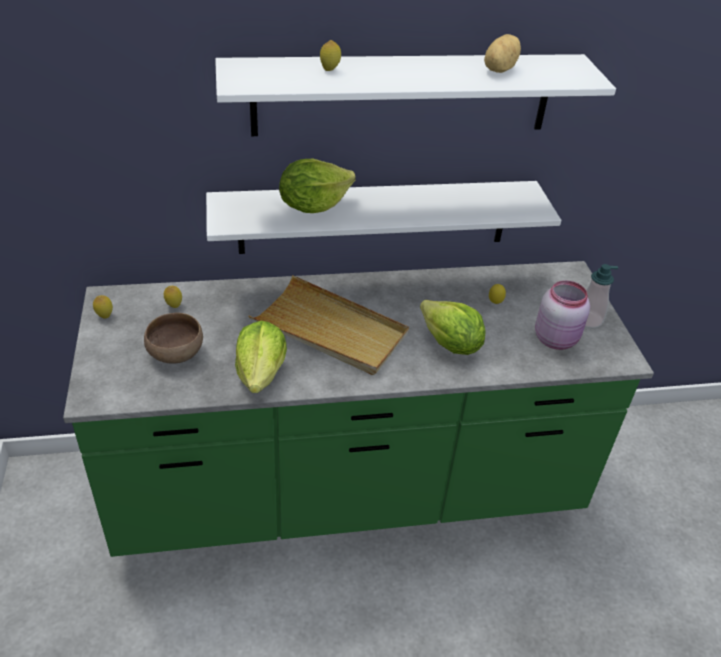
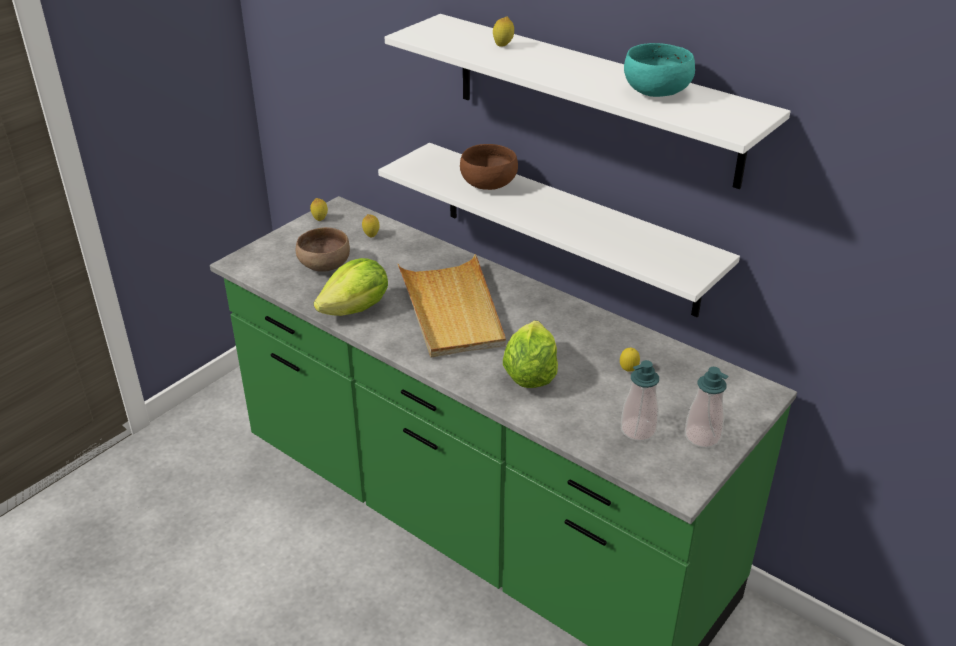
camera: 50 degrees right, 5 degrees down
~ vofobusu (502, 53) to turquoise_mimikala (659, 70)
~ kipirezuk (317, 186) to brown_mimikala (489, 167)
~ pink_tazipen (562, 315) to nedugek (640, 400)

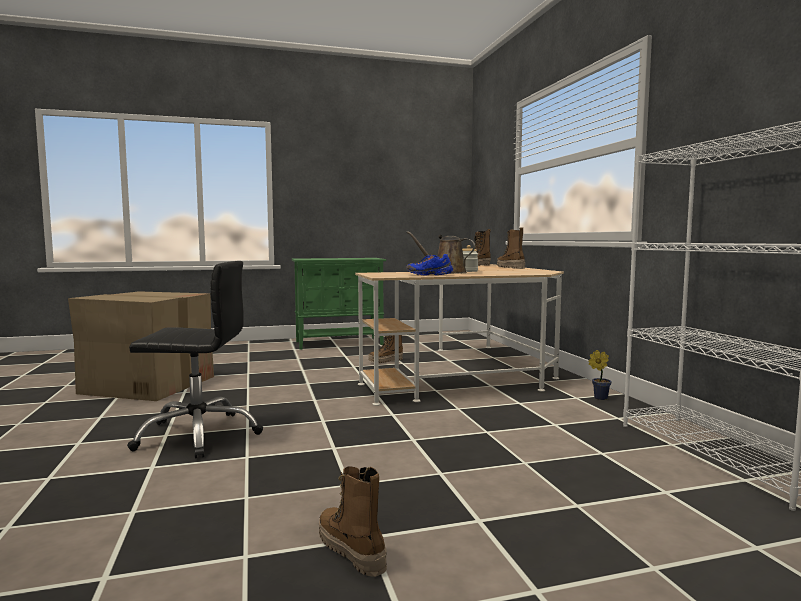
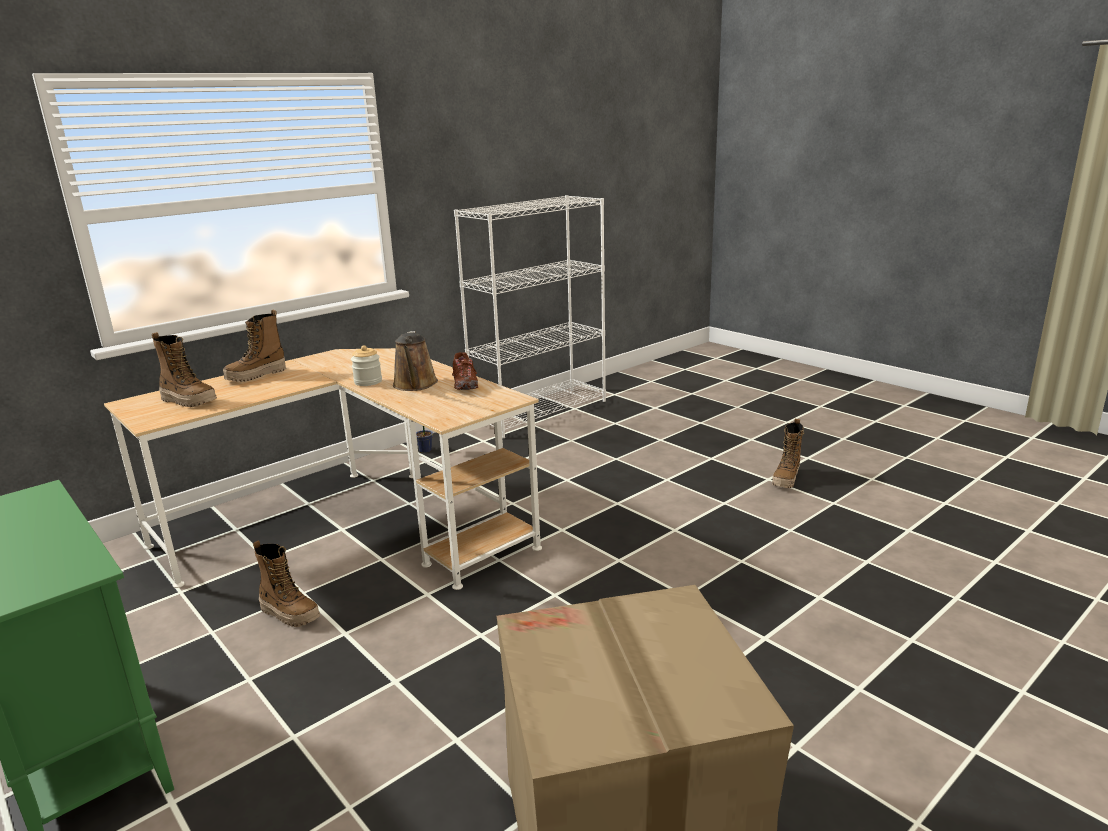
camera: 115 degrees left, 15 degrees up
~ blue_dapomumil (429, 265) to brown_dapomumil (465, 371)
- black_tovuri (195, 360)

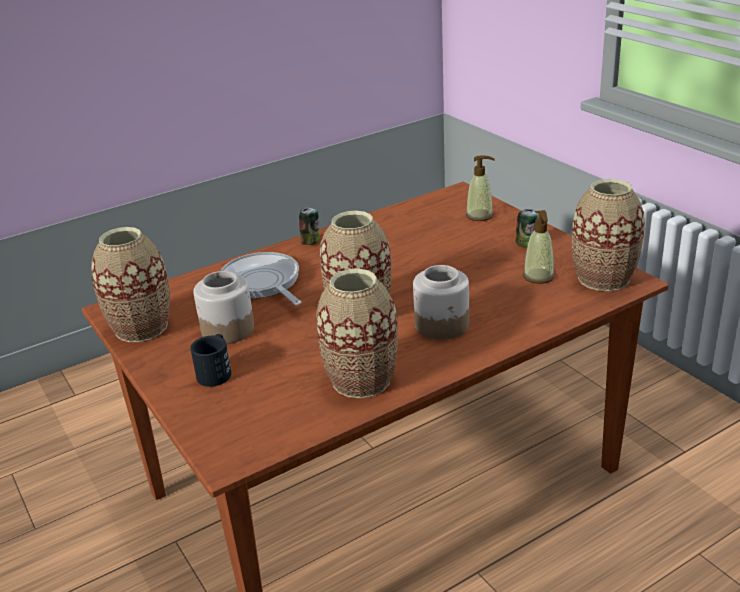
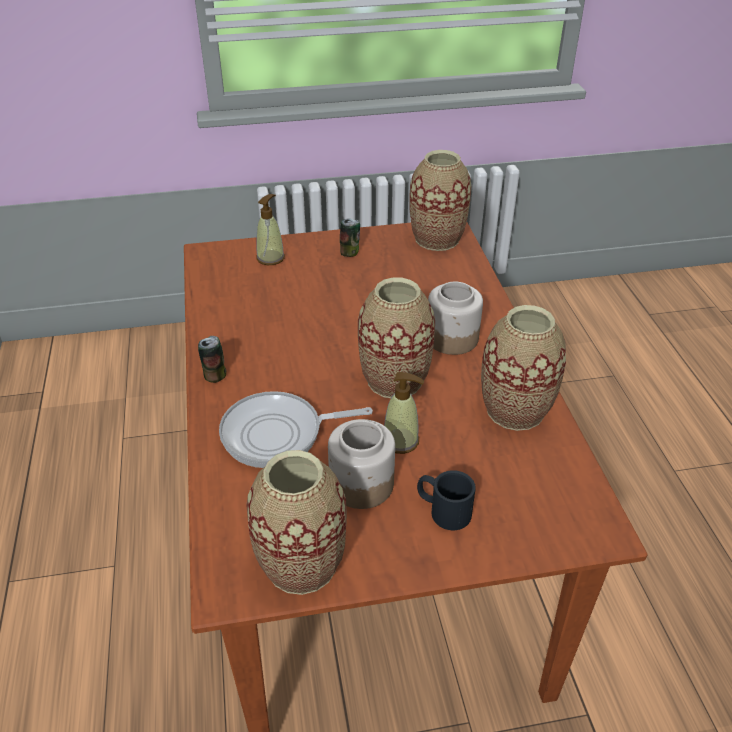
camera: 70 degrees left, 10 degrees up
~ nedugek (539, 247) to (404, 413)

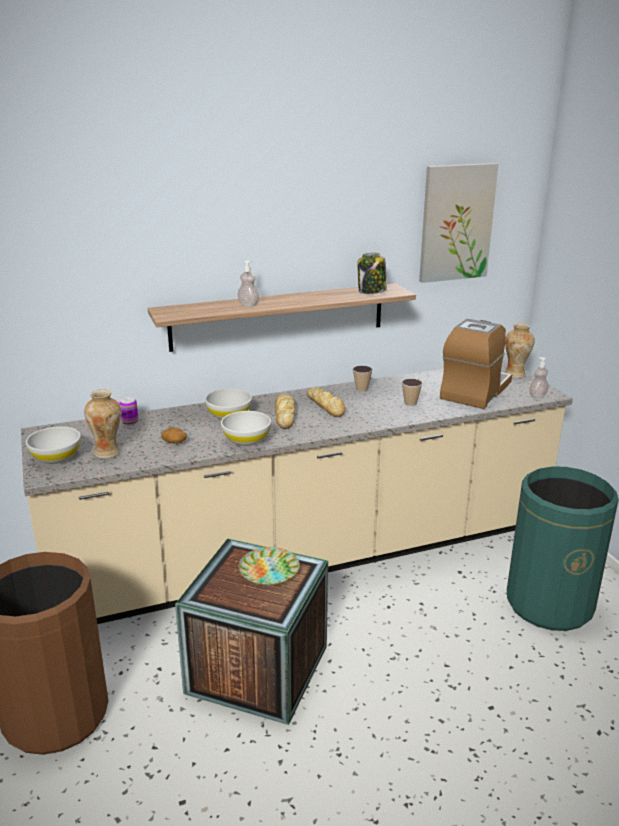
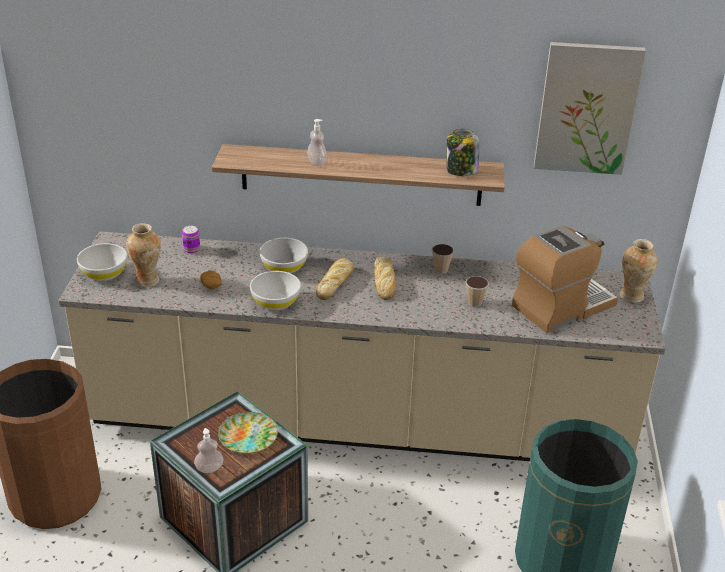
camera: 25 degrees right, 10 degrees up
~ nedugek (538, 377) to (208, 450)

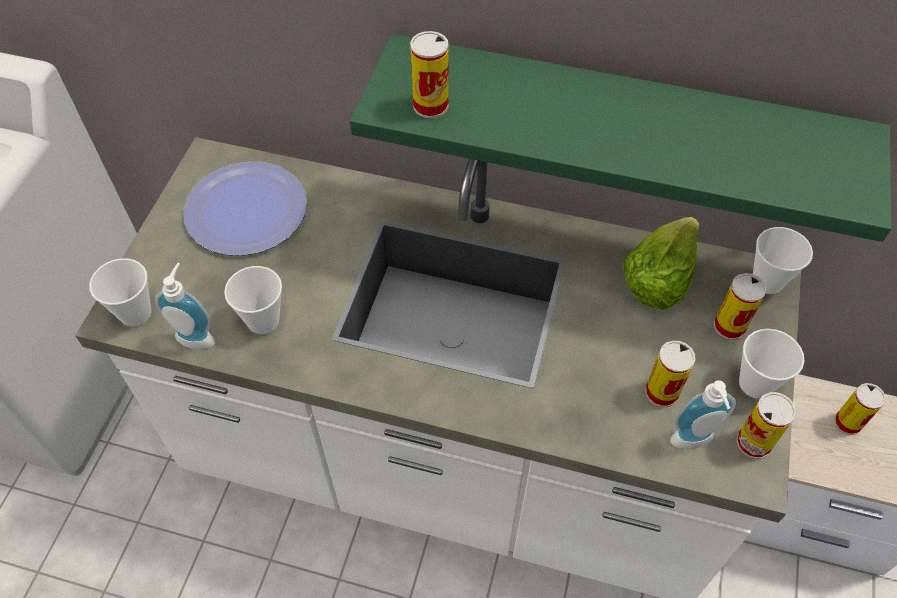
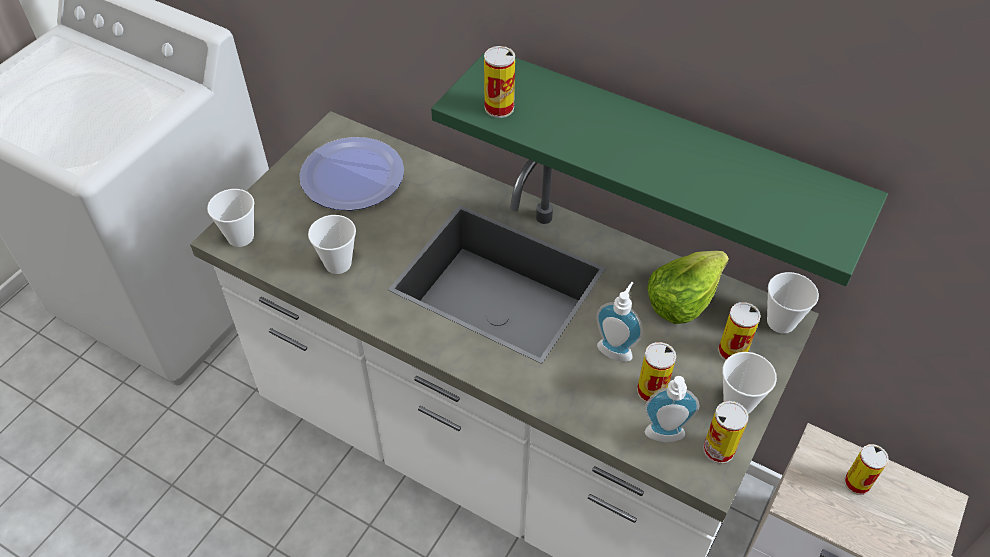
camera: 15 degrees right, 5 degrees down
~ nedugek (185, 306) to (619, 322)

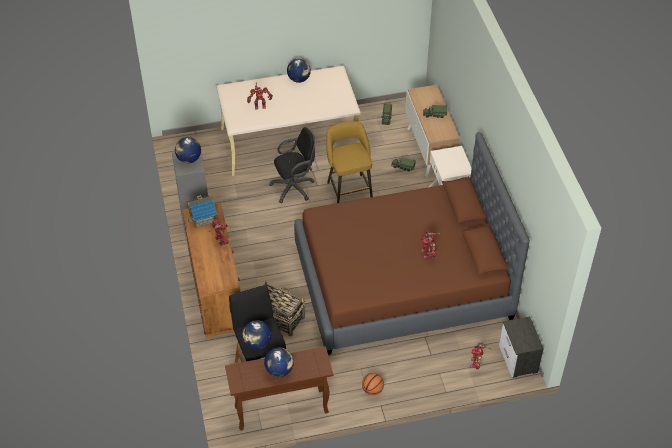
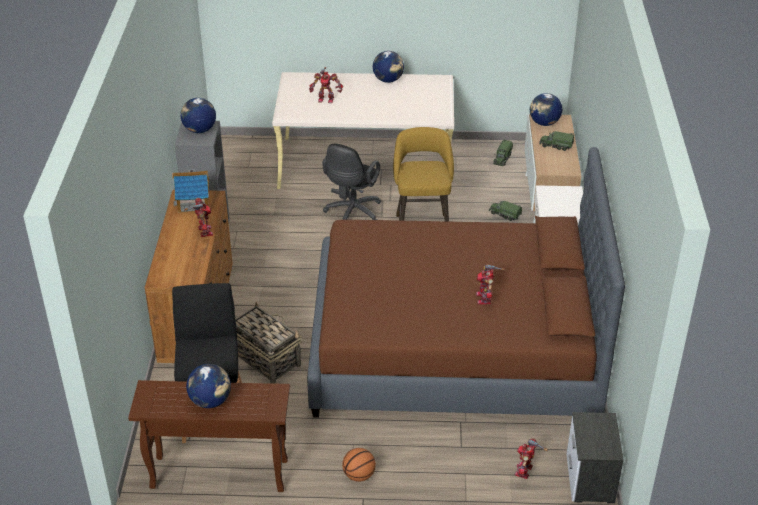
camera: 15 degrees right, 10 degrees down
~ black_tovuri (292, 165) = (351, 182) 120 degrees clockwise
~ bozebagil (256, 334) to (546, 109)

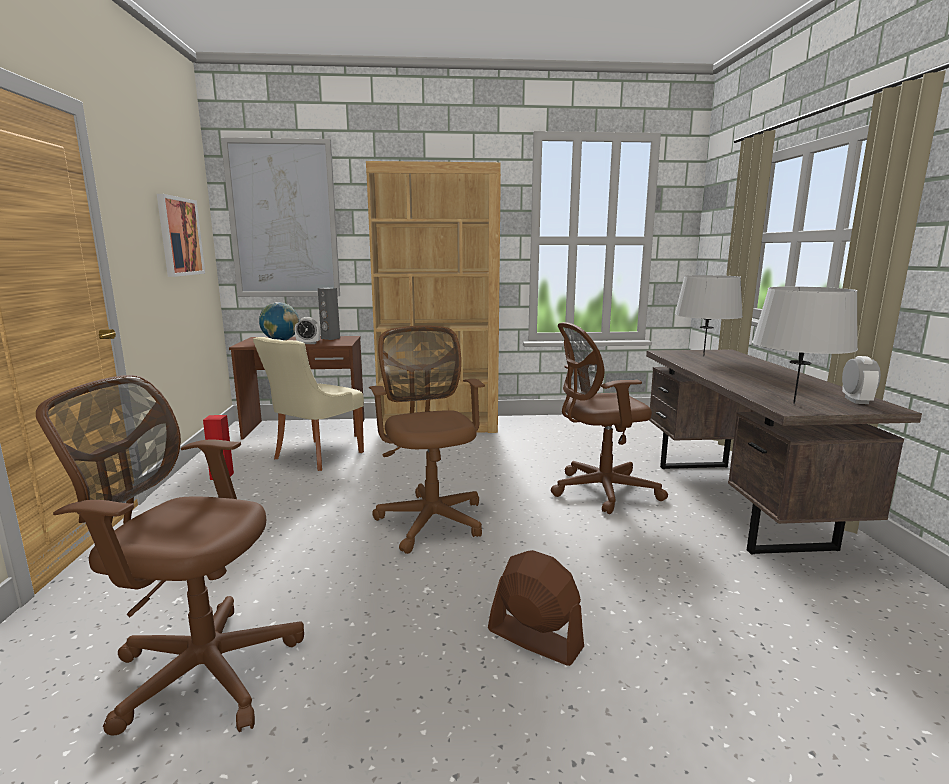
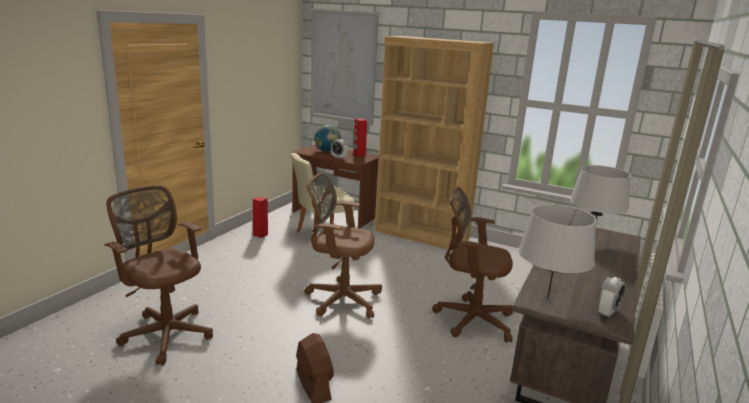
camera: 30 degrees right, 5 degrees up
- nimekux (181, 235)
~ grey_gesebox (329, 314) to red_gesebox (360, 138)
~ brown_tovuri (427, 439) = (343, 245) 90 degrees counterclockwise

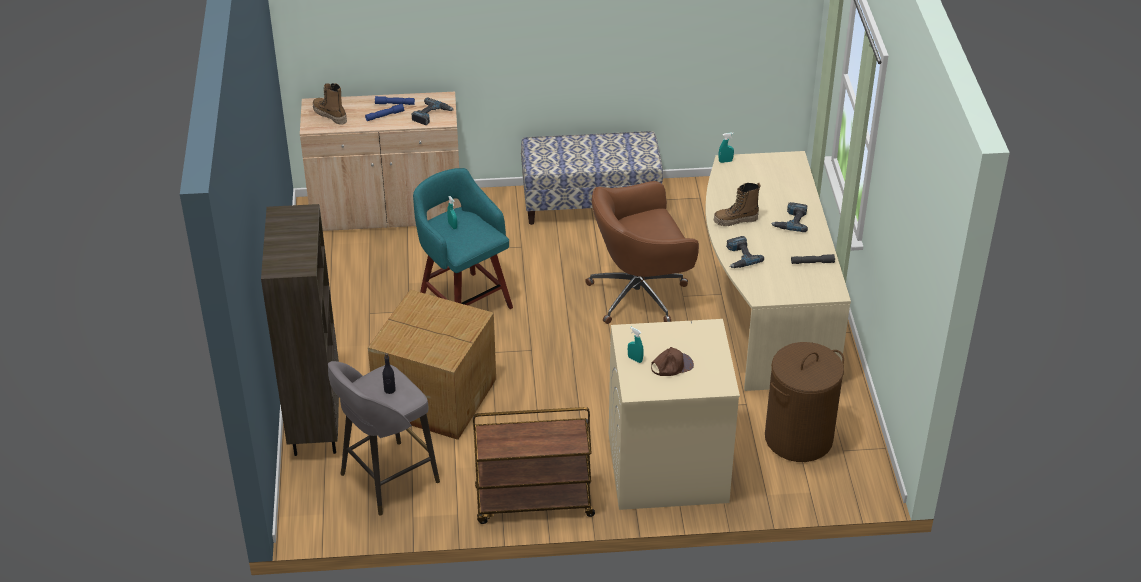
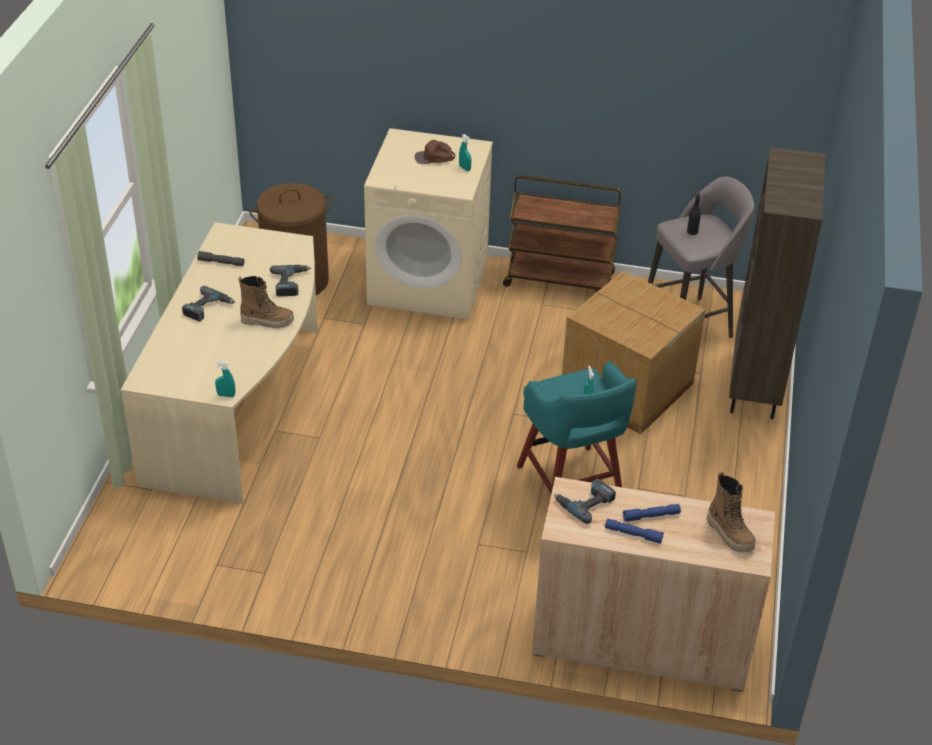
camera: 165 degrees left, 0 degrees up
- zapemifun (592, 178)
- brown_tovuri (642, 252)

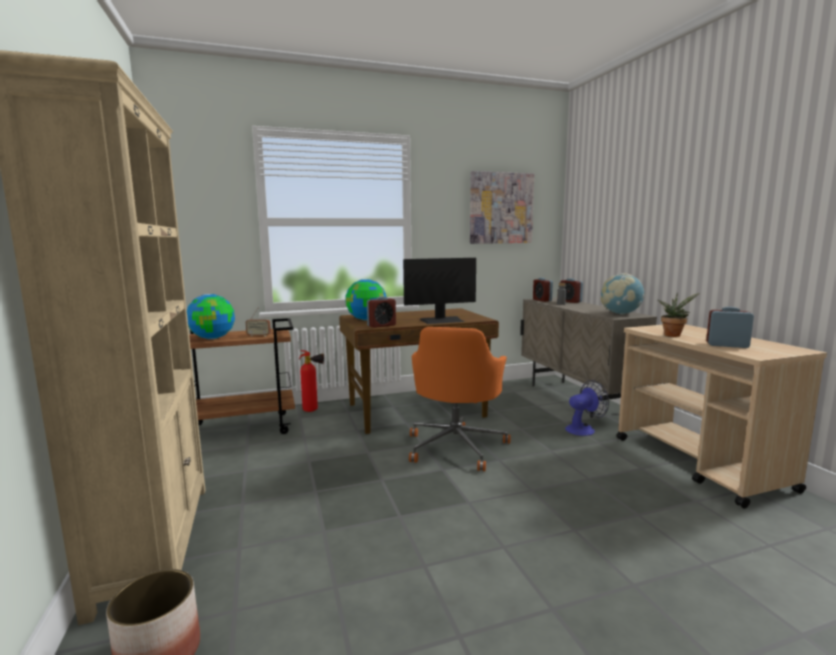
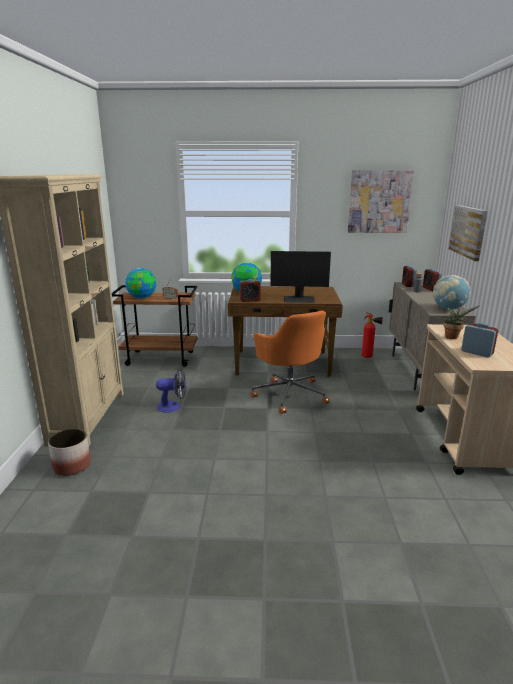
camera: 20 degrees right, 10 degrees up
~ orange_tovuri (460, 399) = (290, 362) 60 degrees counterclockwise
~ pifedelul (311, 381) to (372, 335)
~ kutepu (587, 408) to (171, 390)
+ nimekux (468, 233)

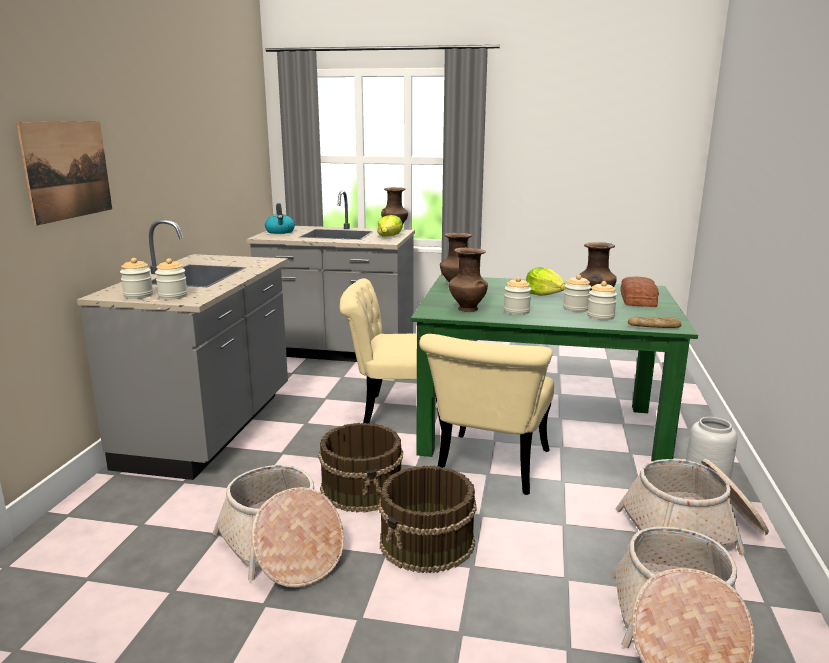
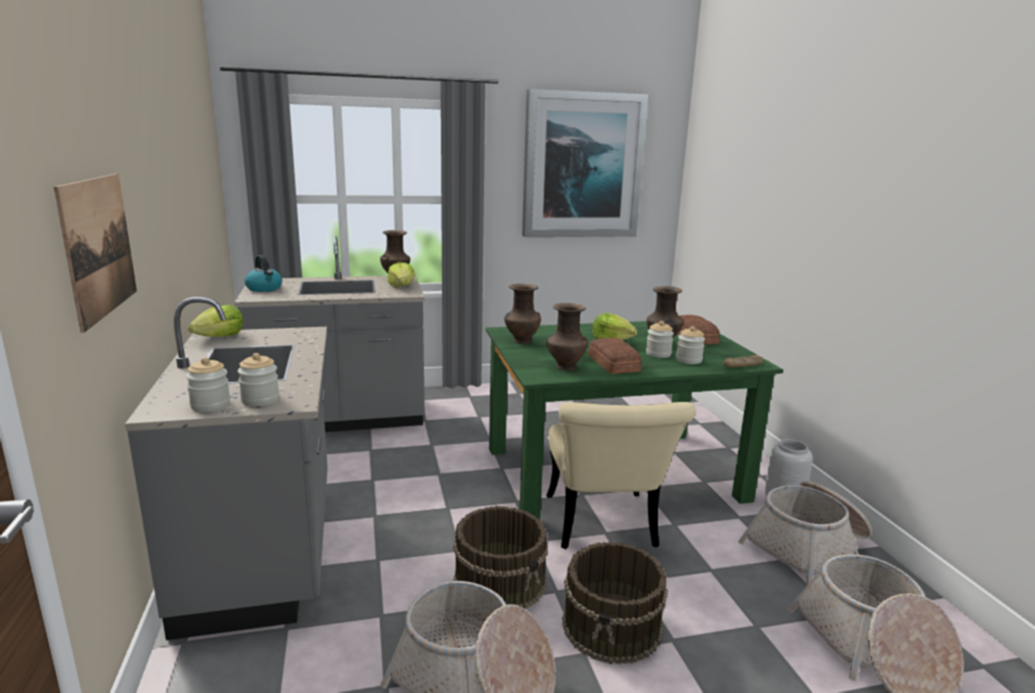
camera: 25 degrees left, 0 degrees up
~ tazipen (517, 296) to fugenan (615, 356)
- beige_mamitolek (390, 352)
+ nimekux (585, 163)
+ kipirezuk (215, 321)

